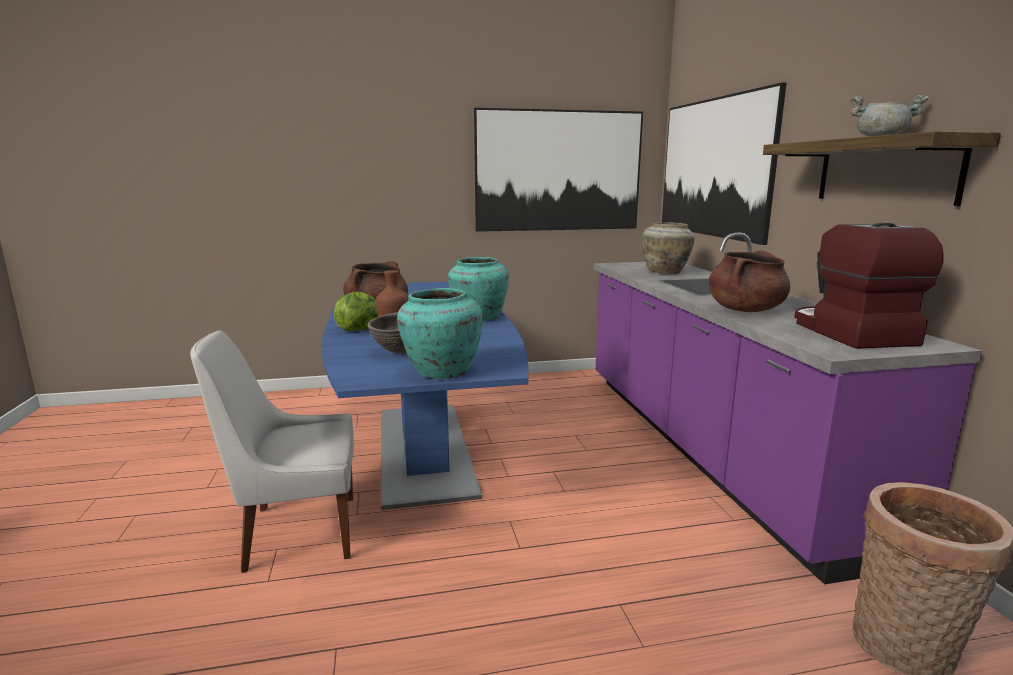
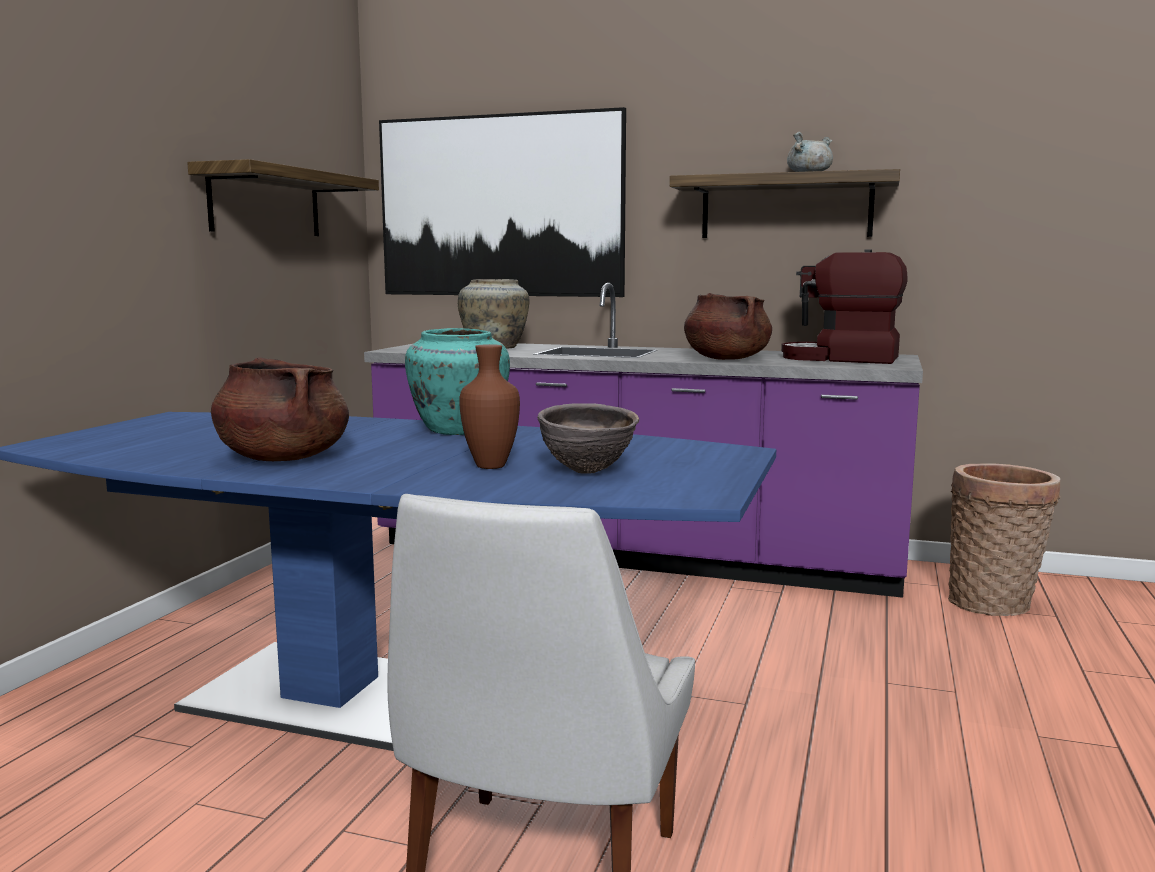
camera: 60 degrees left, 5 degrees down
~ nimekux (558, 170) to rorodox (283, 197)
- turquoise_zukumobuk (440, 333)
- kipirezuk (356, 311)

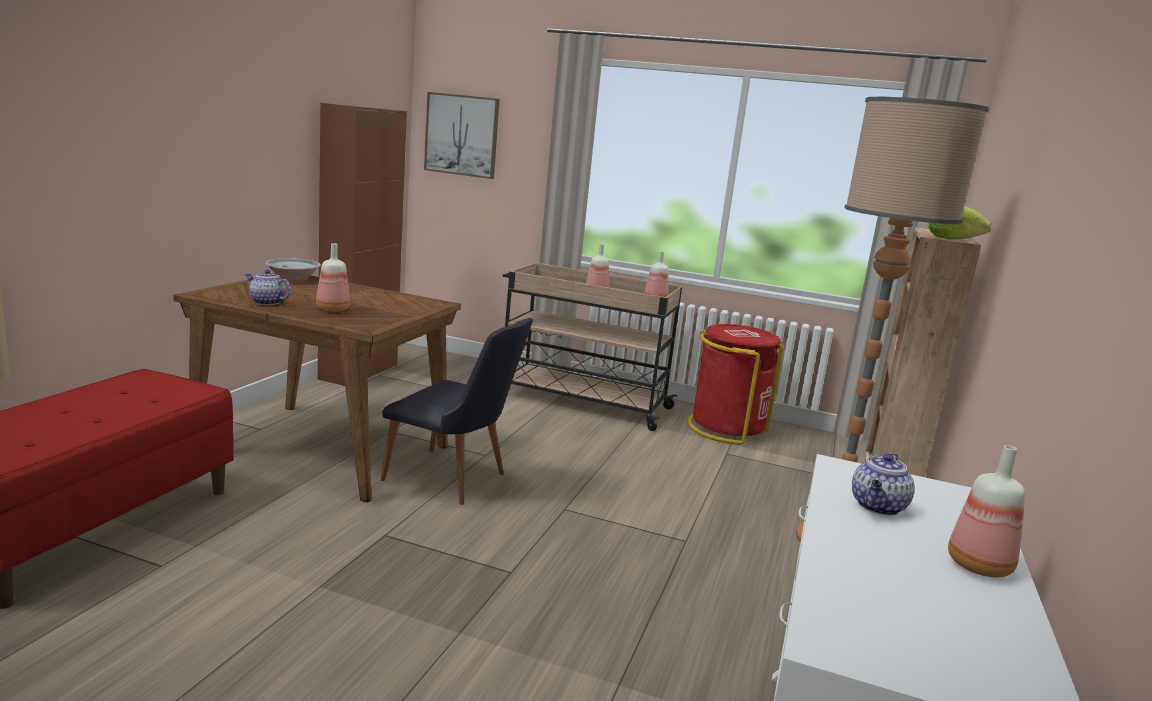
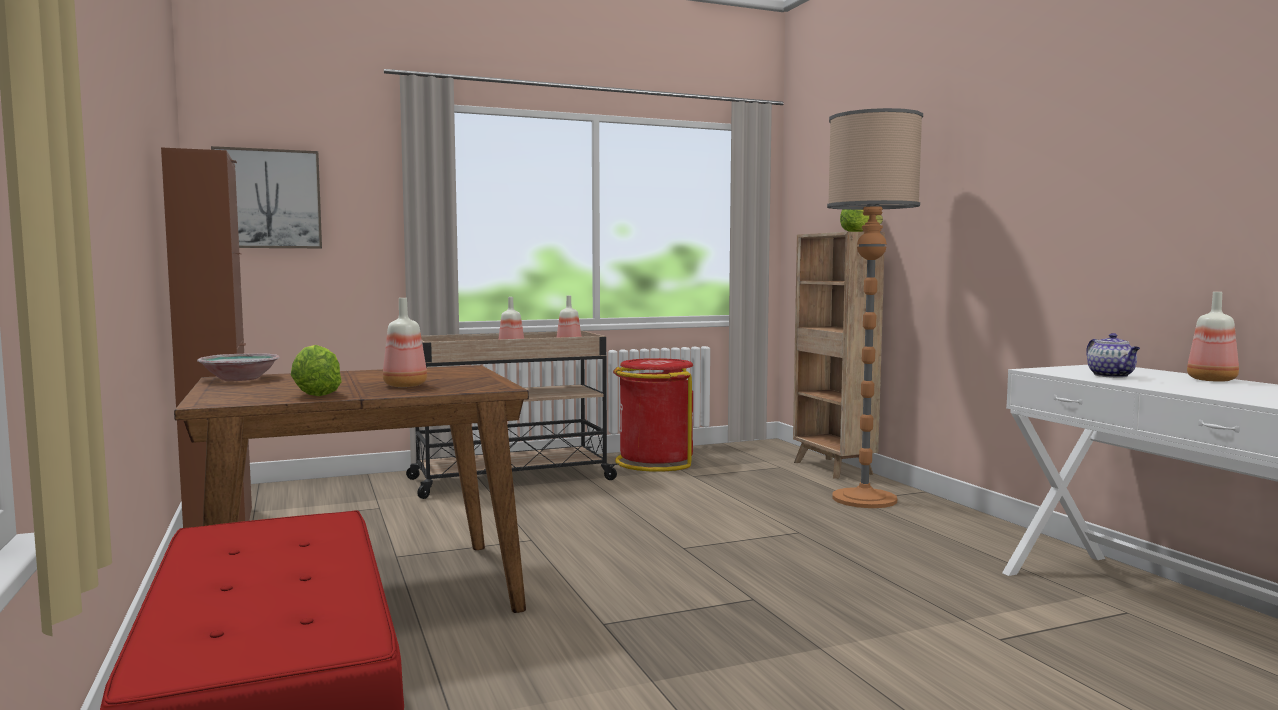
camera: 40 degrees left, 10 degrees down
~ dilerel (268, 287) to kipirezuk (316, 370)
- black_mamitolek (457, 411)

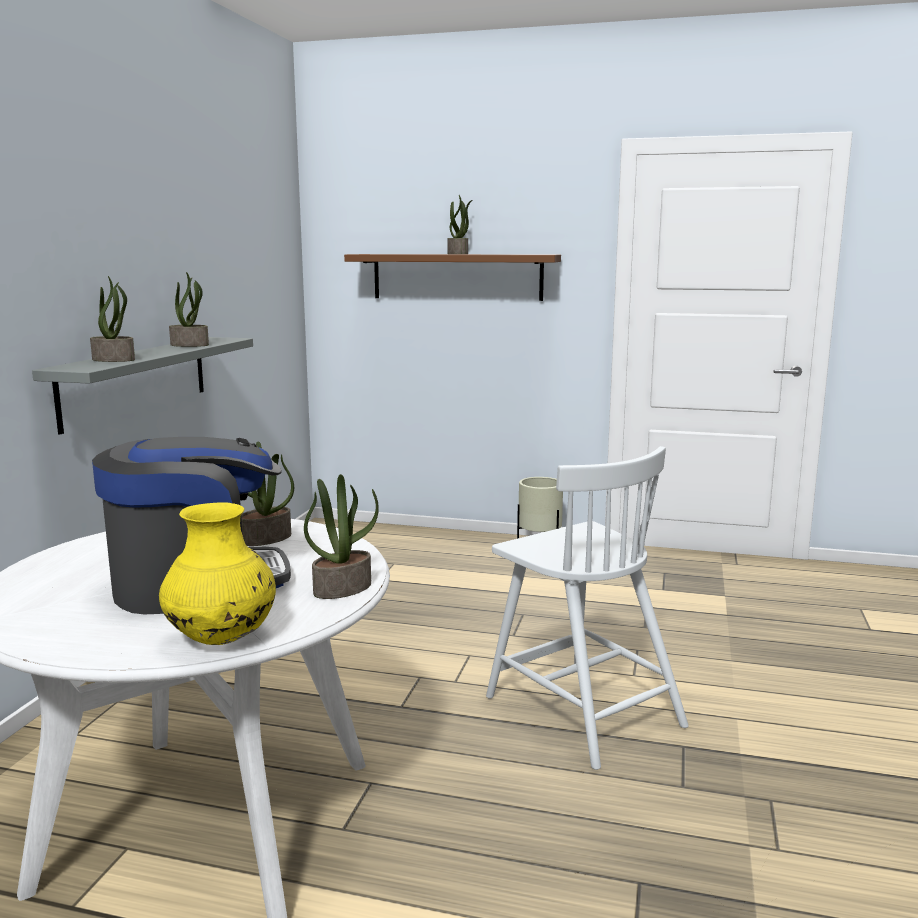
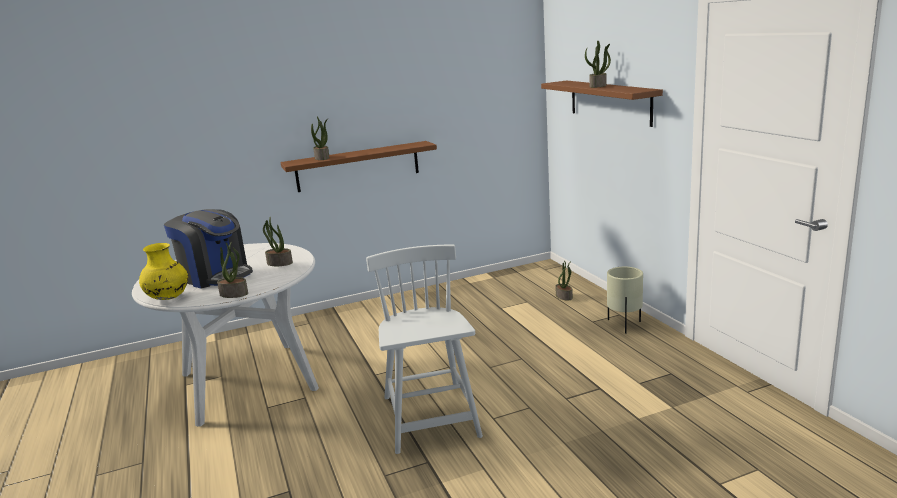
camera: 55 degrees right, 5 degrees up
~ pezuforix (189, 309) to (564, 281)
~ grey_rorodox (142, 385) to brown_rorodox (359, 166)
~ white_mamitolek (587, 608) = (424, 349) 150 degrees clockwise

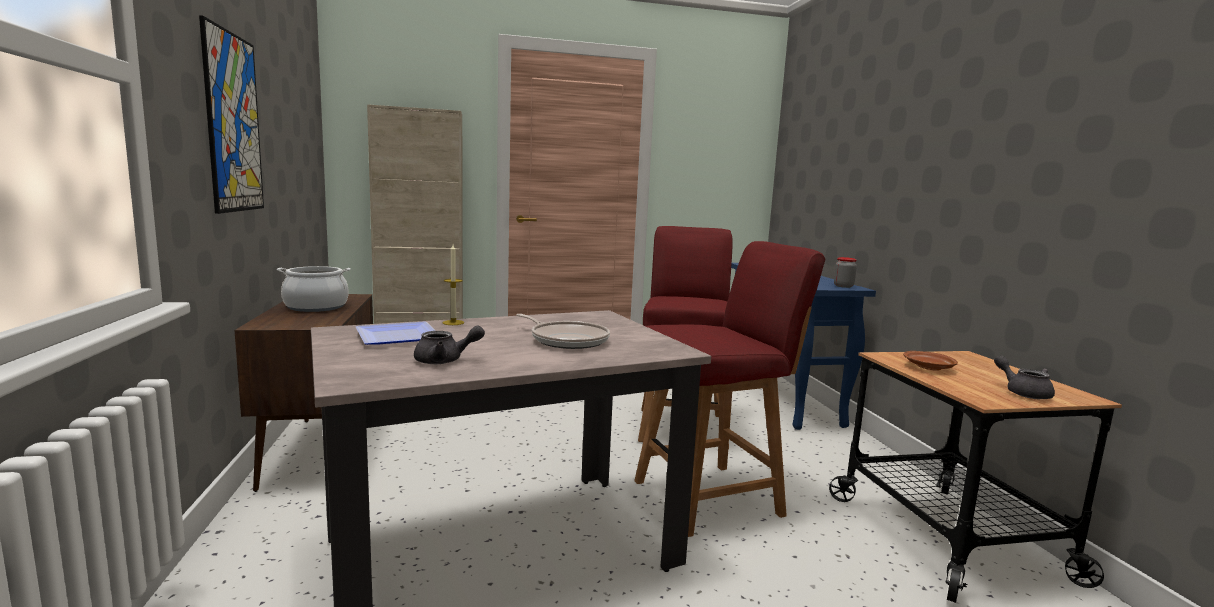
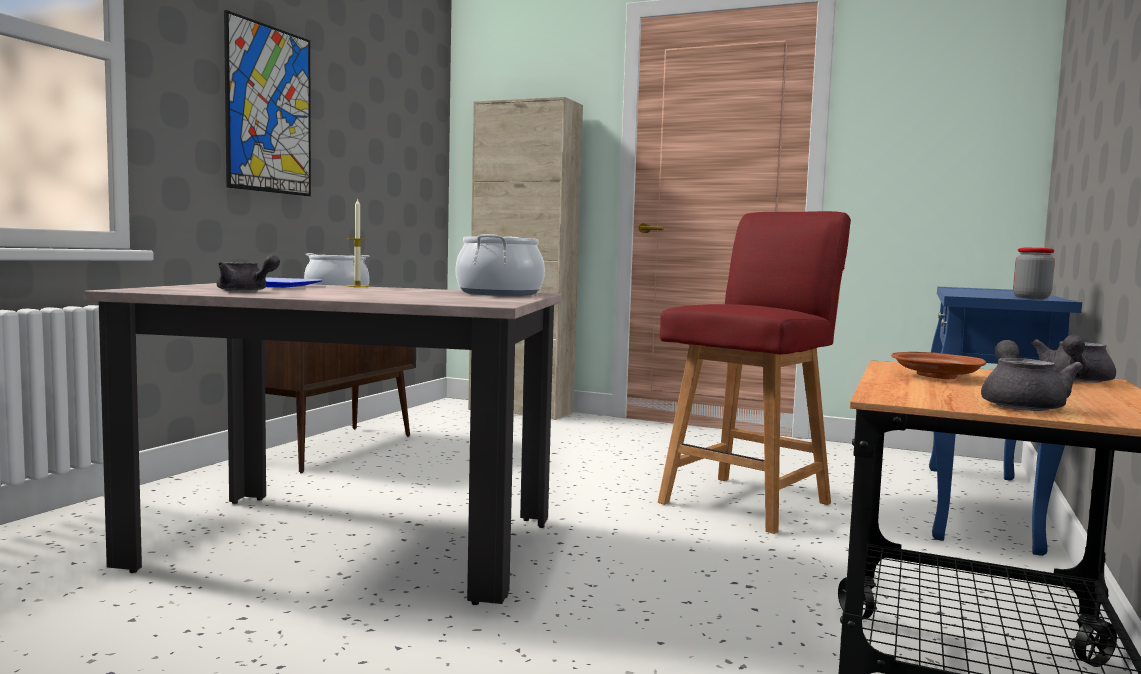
camera: 35 degrees right, 5 degrees down
- red_mamitolek (729, 389)
- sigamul (563, 331)
+ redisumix (500, 265)
+ grey_dilerel (1073, 359)

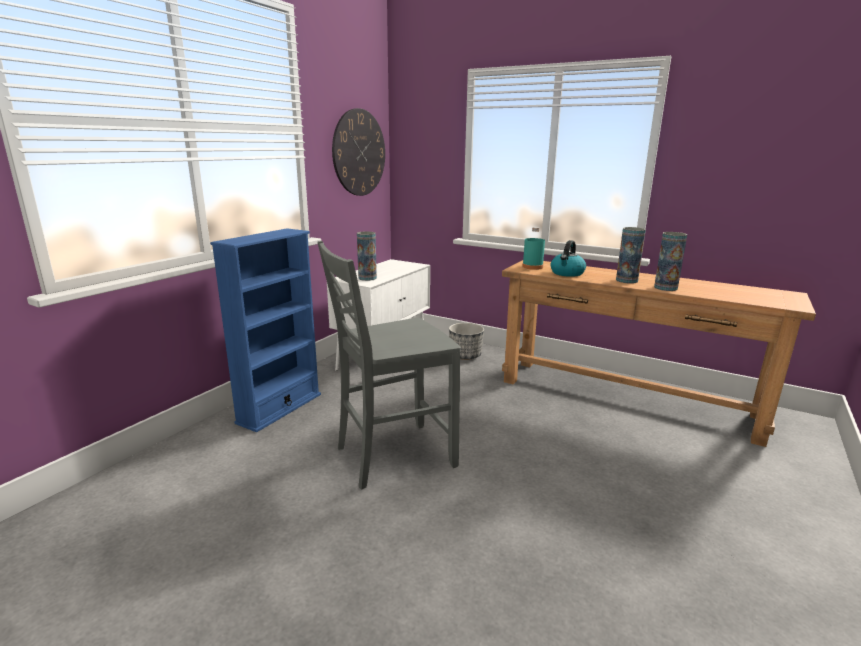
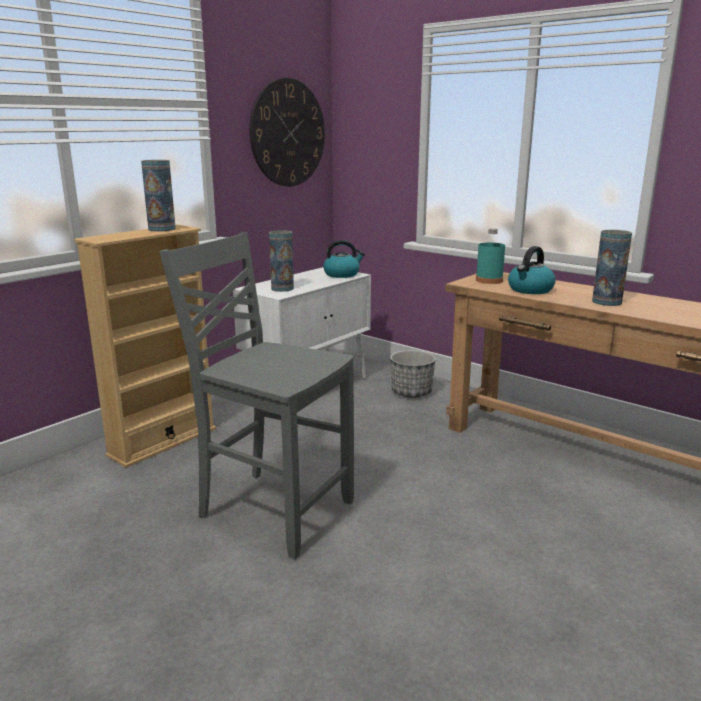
camera: 10 degrees right, 0 degrees up
~ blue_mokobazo (265, 330) to beige_mokobazo (145, 346)
~ zukumobuk (670, 261) to (158, 196)
~ grey_mamitolek (389, 365) = (256, 395) 45 degrees clockwise
+ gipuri (344, 259)

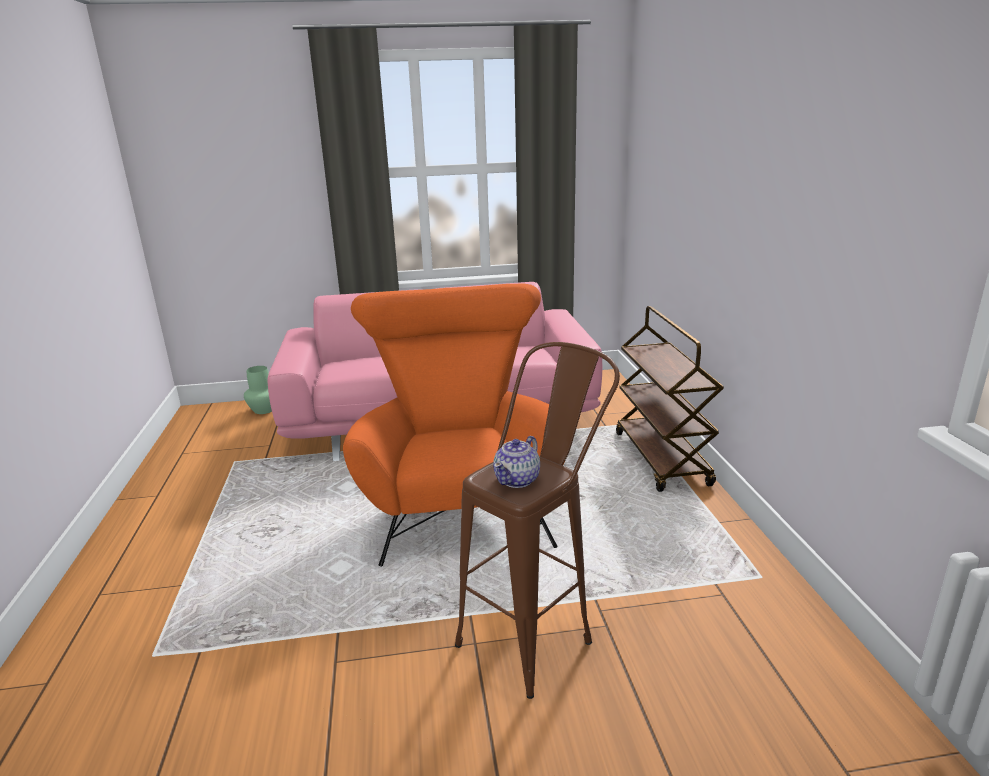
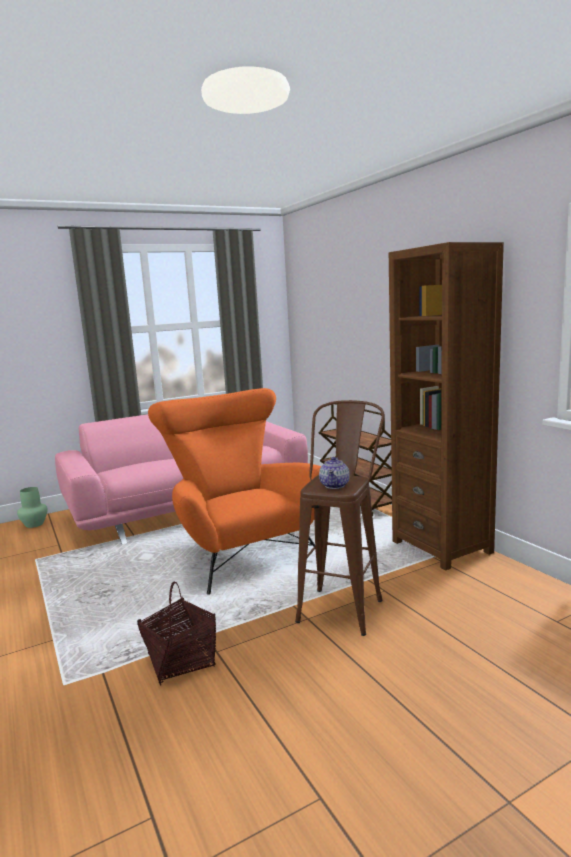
camera: 20 degrees left, 10 degrees down
+ brown_mokobazo (446, 406)
+ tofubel (176, 633)

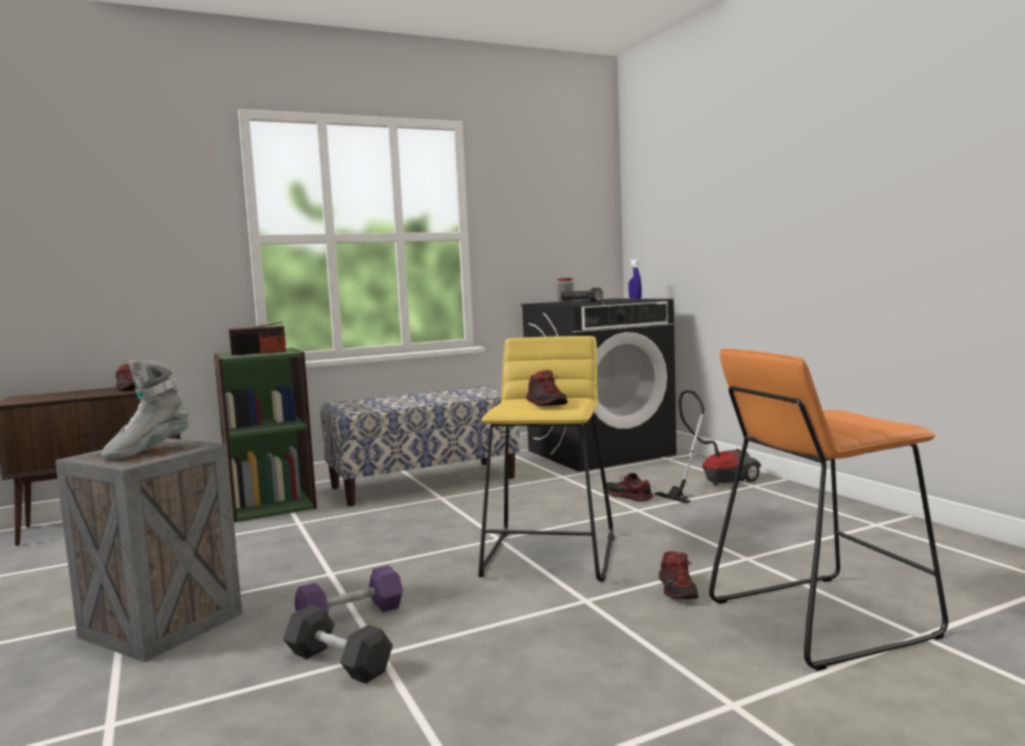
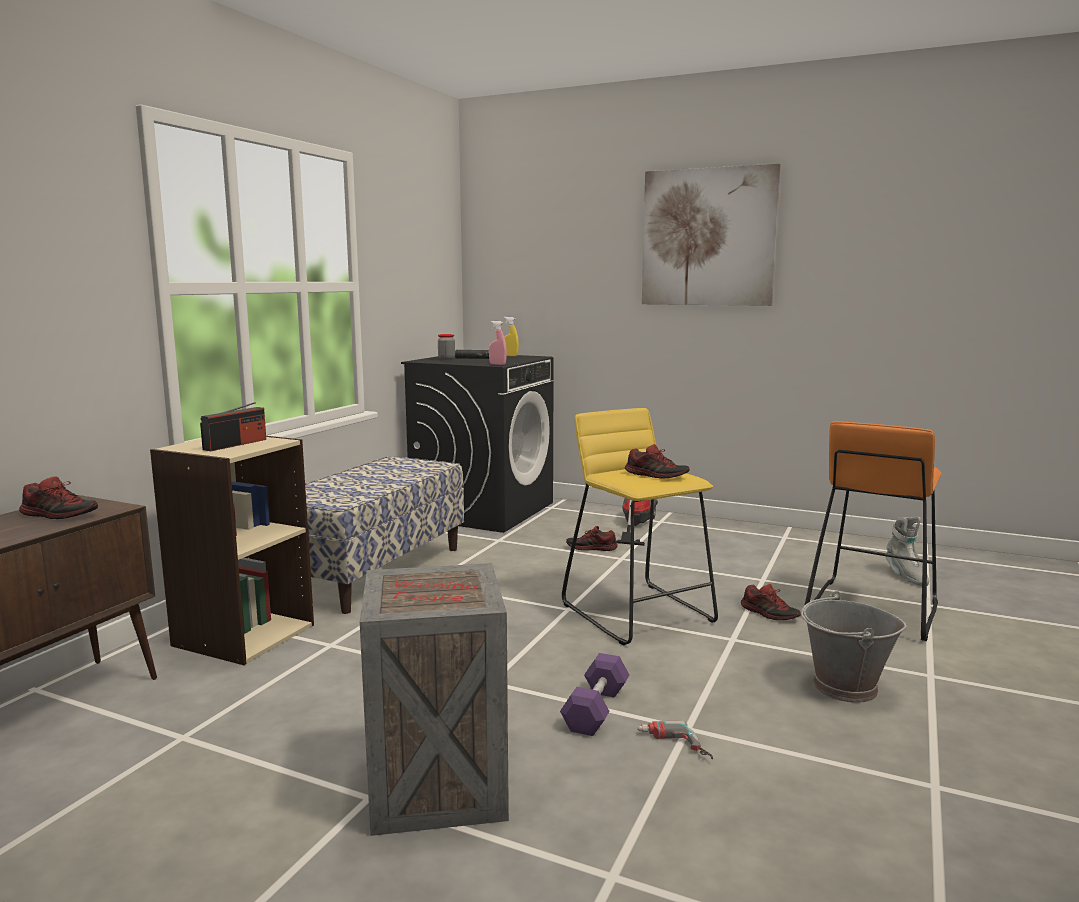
camera: 40 degrees left, 5 degrees up
~ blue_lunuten (635, 279) to yellow_lunuten (511, 336)
~ green_mokobazo (265, 435) to beige_mokobazo (232, 550)
~ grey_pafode (145, 410) to (907, 551)
~ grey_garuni (338, 644) to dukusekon (675, 739)
+ nimekux (711, 235)
+ pink_lunuten (498, 343)
+ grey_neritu (854, 647)

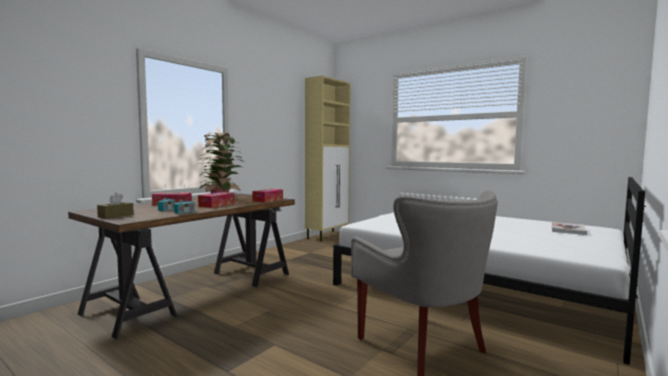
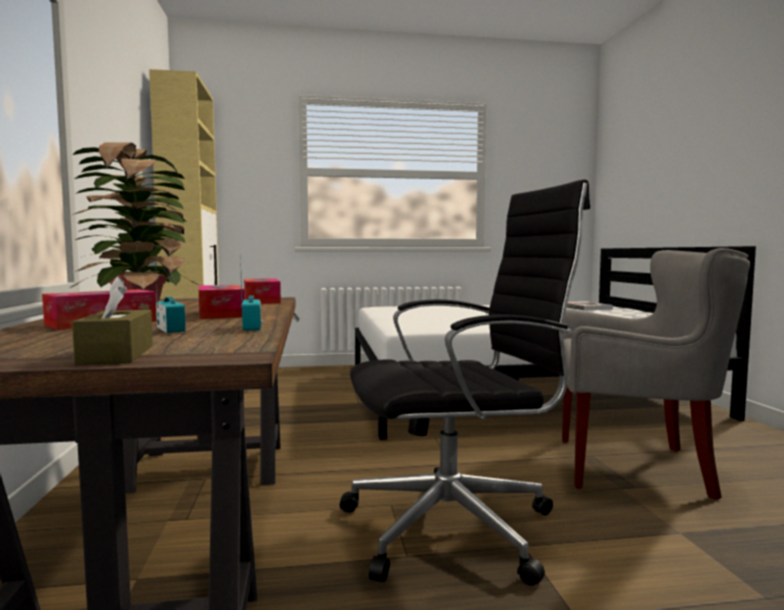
camera: 45 degrees left, 0 degrees up
+ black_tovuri (465, 382)

